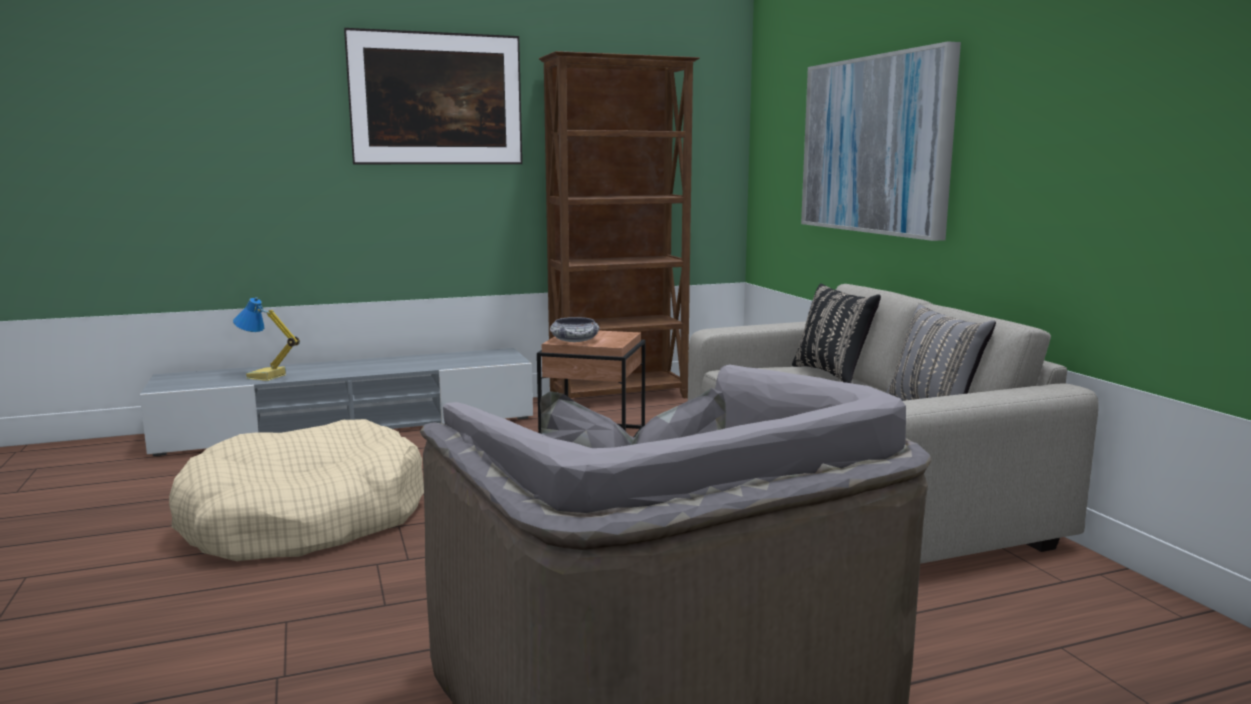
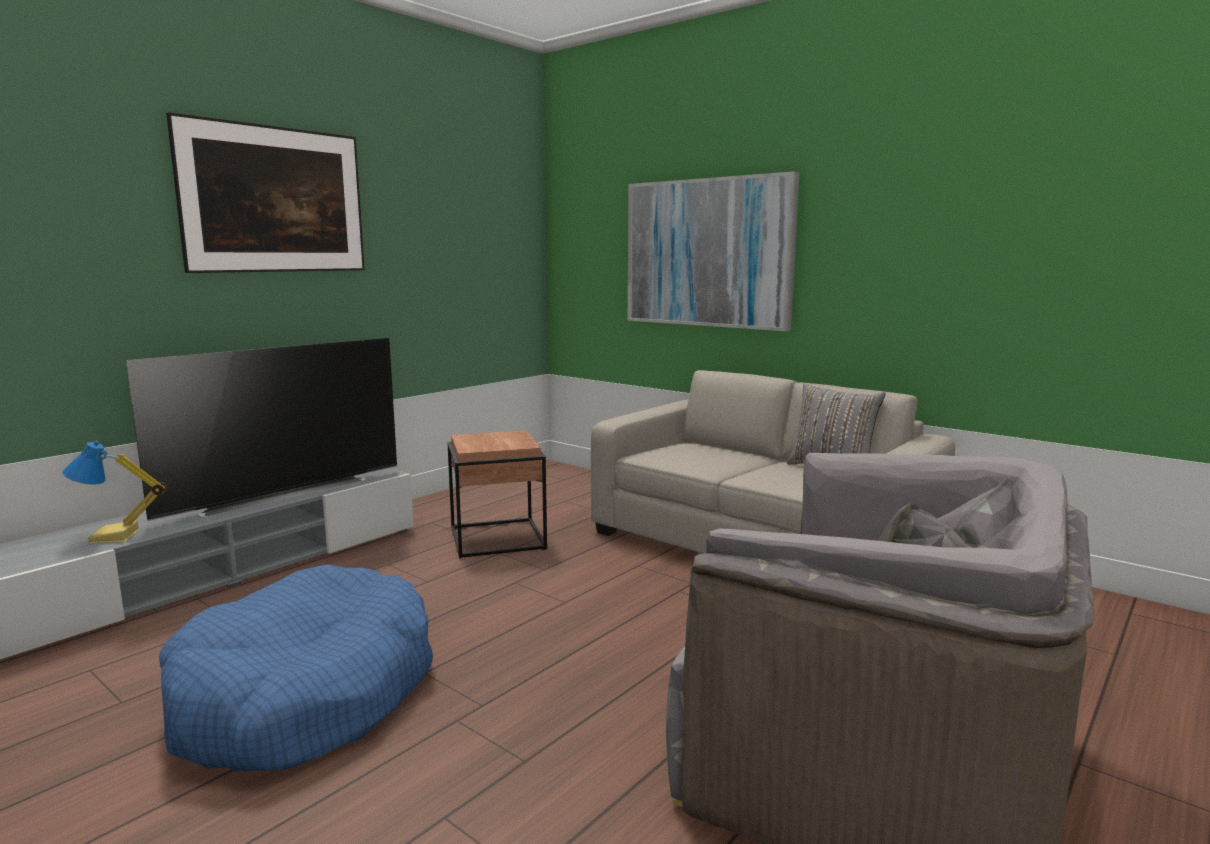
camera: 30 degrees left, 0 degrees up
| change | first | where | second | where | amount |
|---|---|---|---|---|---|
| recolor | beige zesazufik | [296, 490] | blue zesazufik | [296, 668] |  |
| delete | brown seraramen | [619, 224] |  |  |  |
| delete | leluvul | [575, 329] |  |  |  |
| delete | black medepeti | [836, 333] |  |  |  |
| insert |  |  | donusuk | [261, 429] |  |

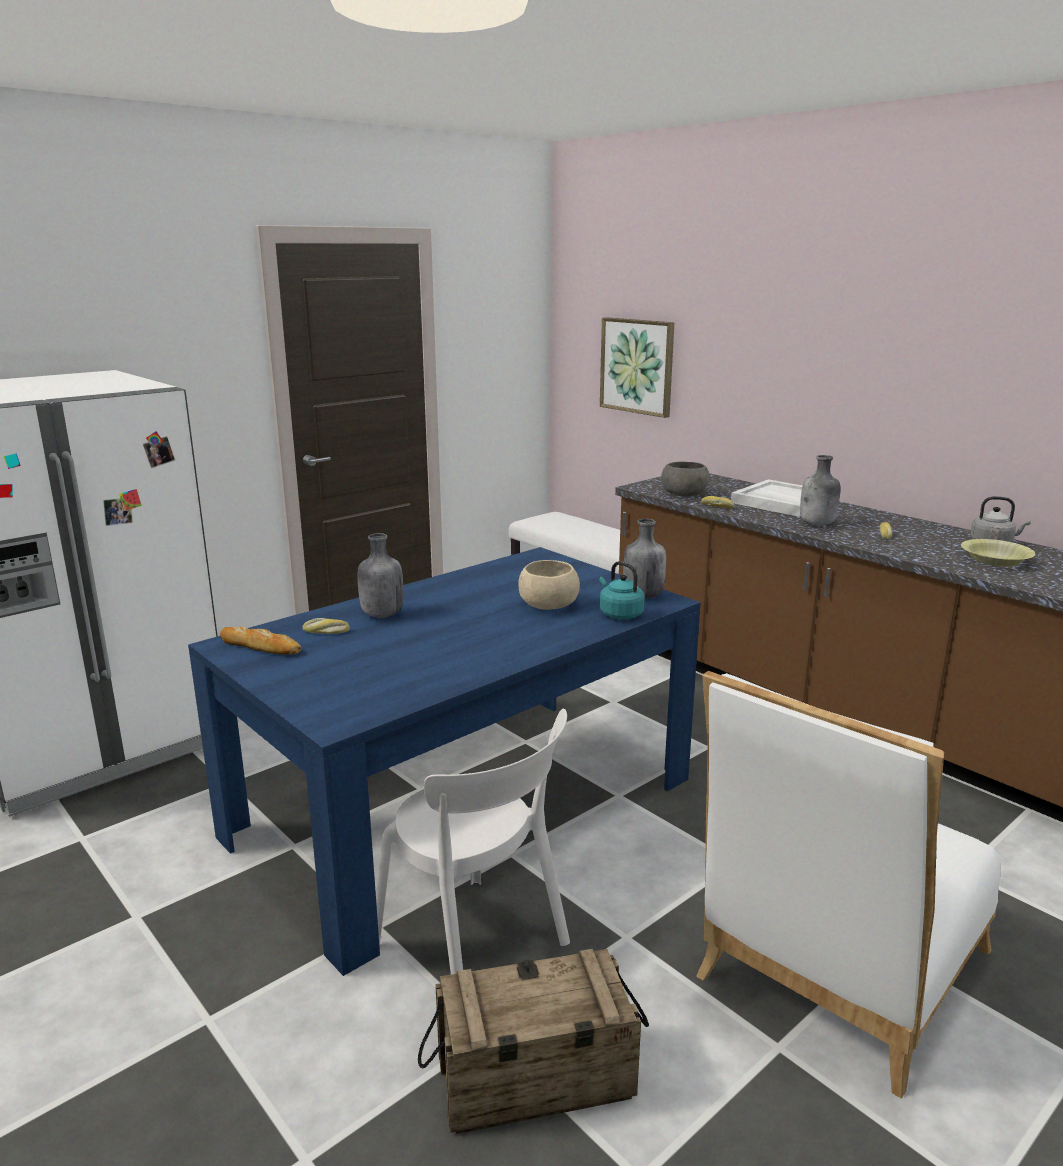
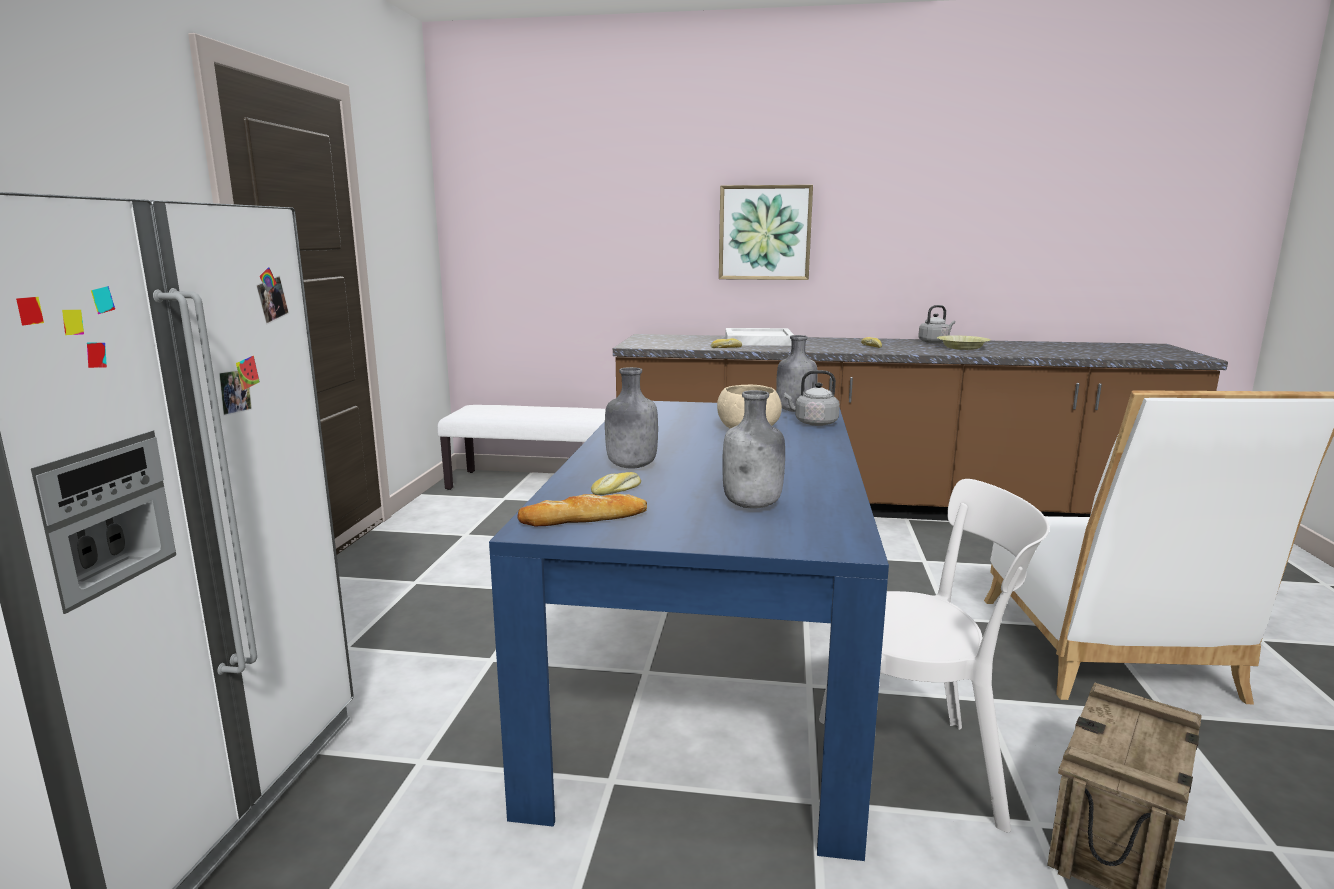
camera: 40 degrees left, 5 degrees down
| change | first | where | second | where | amount |
|---|---|---|---|---|---|
| recolor | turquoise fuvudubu | [622, 590] | grey fuvudubu | [812, 398] |  |
| move | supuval | [637, 367] |  | [766, 232] |  |
| delete | grey leluvul | [685, 479] |  |  |  |
| move | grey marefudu | [820, 490] |  | [753, 449] |  |

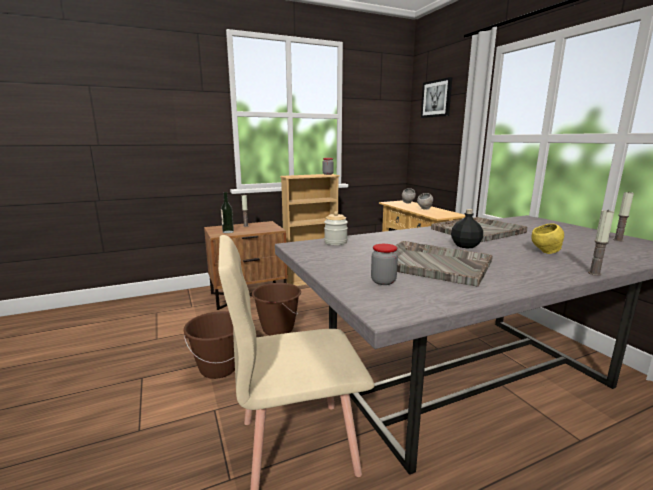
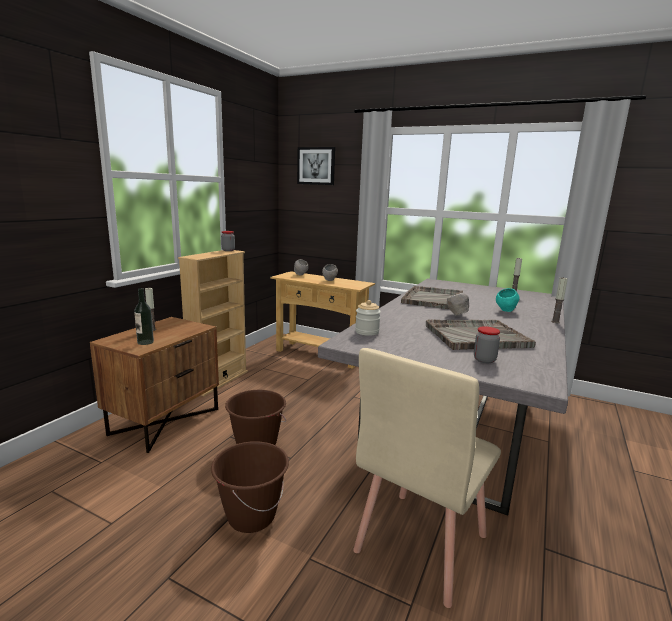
camera: 40 degrees left, 0 degrees up
| change | first | where | second | where | amount |
|---|---|---|---|---|---|
| replace | black marefudu | [467, 228] | grey leluvul | [458, 304] |  |
| recolor | yellow leluvul | [547, 238] | turquoise leluvul | [507, 300] |  |

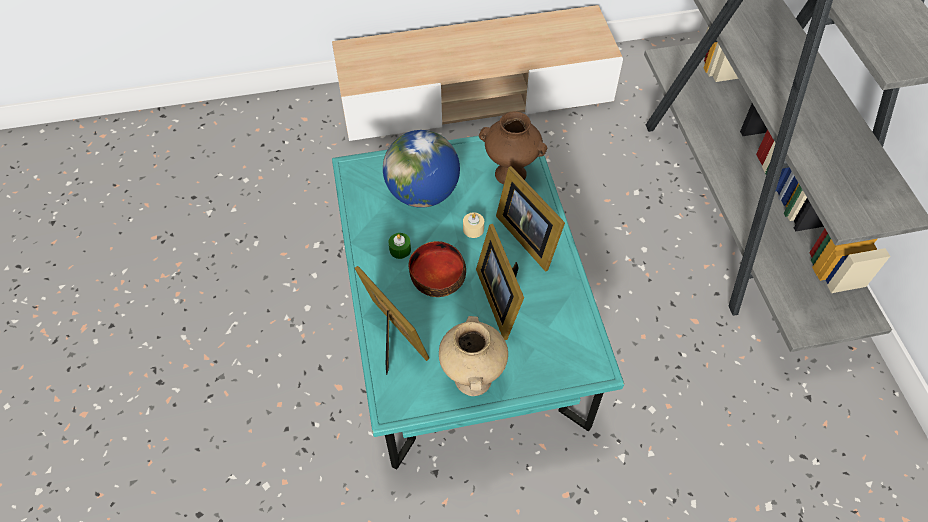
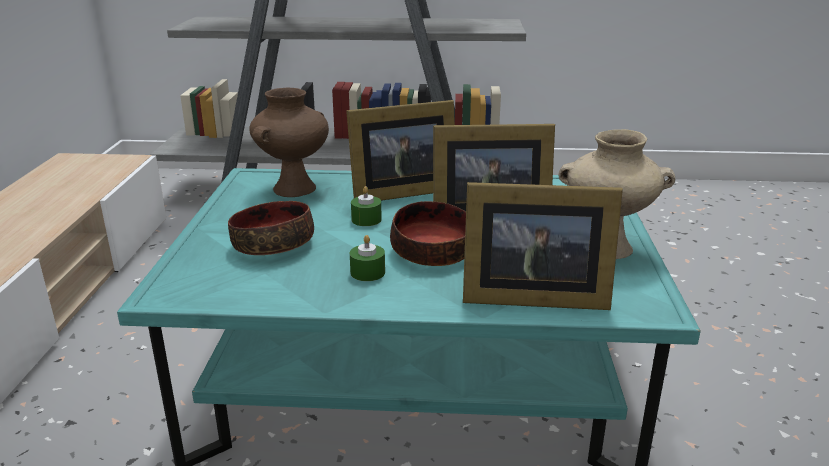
camera: 75 degrees left, 30 degrees down
| change | first | where | second | where | amount |
|---|---|---|---|---|---|
| rotate | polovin | [391, 320] |  | [543, 246] | 150 degrees counterclockwise |
| replace | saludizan | [421, 169] | leluvul | [271, 228] |  |
| recolor | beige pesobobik | [473, 225] | green pesobobik | [366, 206] |  |

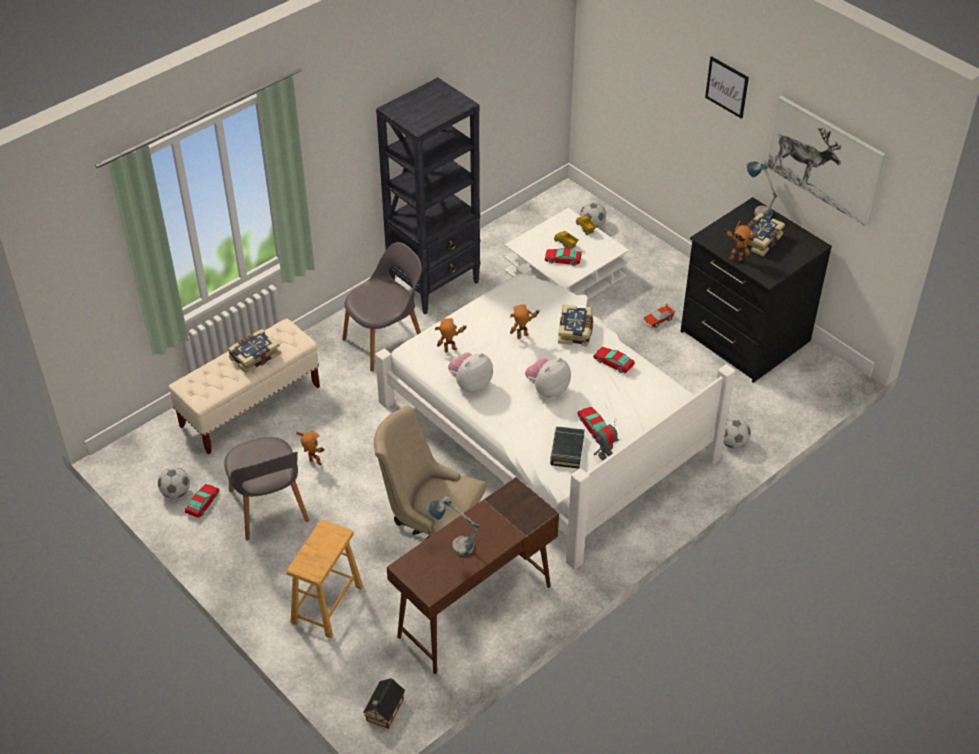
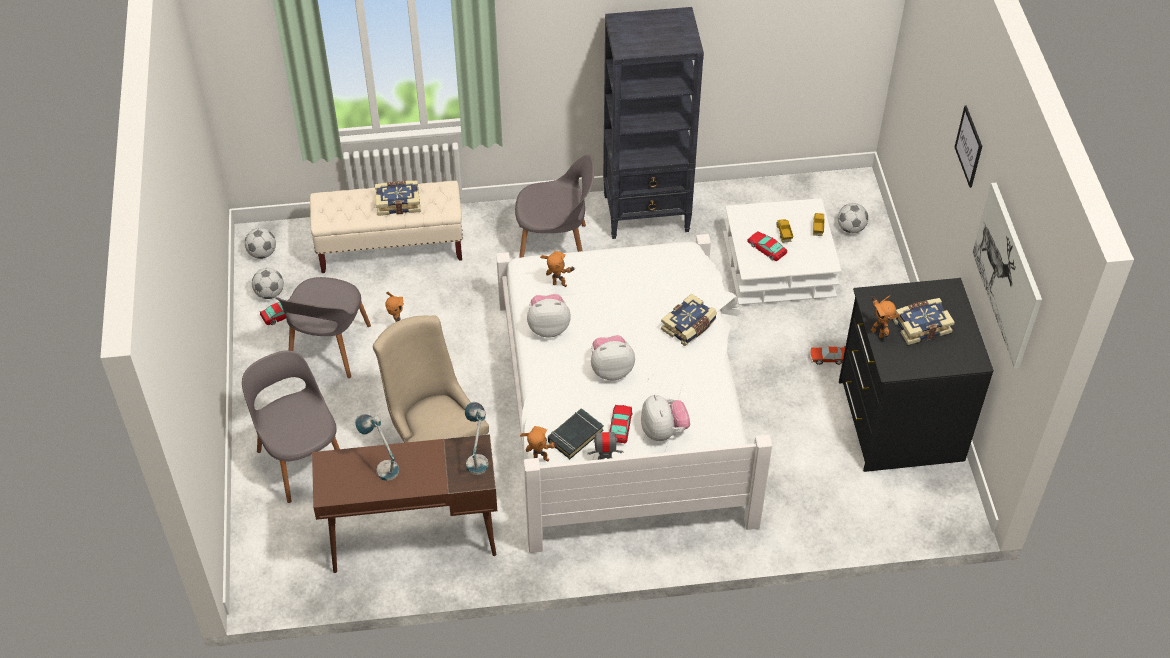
camera: 35 degrees right, 5 degrees up
| change | first | where | second | where | amount |
|---|---|---|---|---|---|
| replace | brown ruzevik | [324, 579] | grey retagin | [291, 426] |  |
| delete | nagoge | [384, 703] |  |  |  |
| move | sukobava | [525, 321] |  | [539, 444] |  |
| delete | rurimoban | [614, 360] |  |  |  |
| move | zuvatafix | [737, 433] |  | [260, 243] |  |
| move | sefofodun | [762, 190] |  | [477, 438] |  |
| insert |  |  | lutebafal | [665, 418] |  |

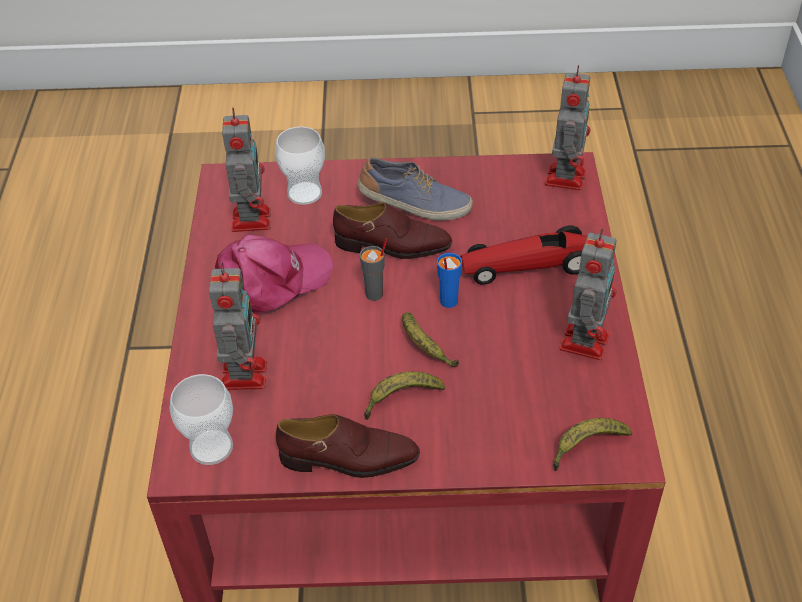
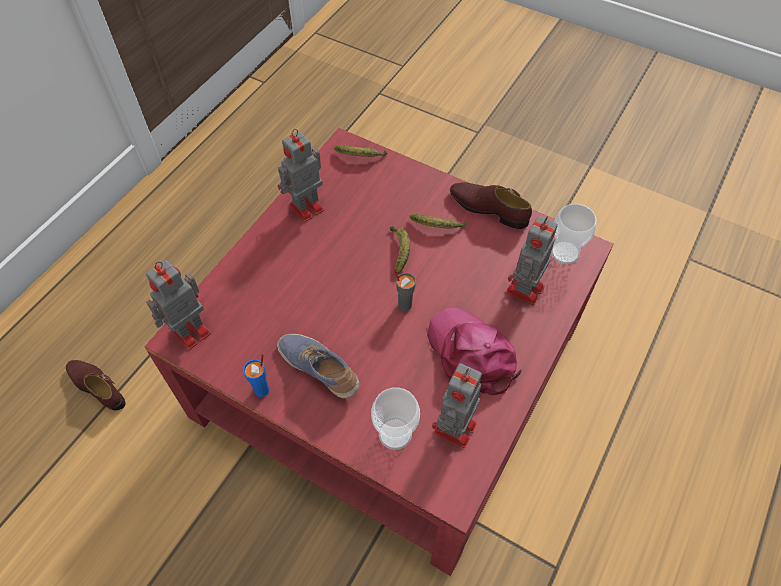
camera: 150 degrees left, 10 degrees up
| change | first | where | second | where | amount |
|---|---|---|---|---|---|
| rotate | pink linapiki | [274, 274] |  | [474, 351] | 60 degrees clockwise |
| move | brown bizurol | [392, 231] |  | [95, 385] |  |
| move | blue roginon | [449, 280] |  | [256, 375] |  |
| delete | rurimoban | [523, 255] |  |  |  |

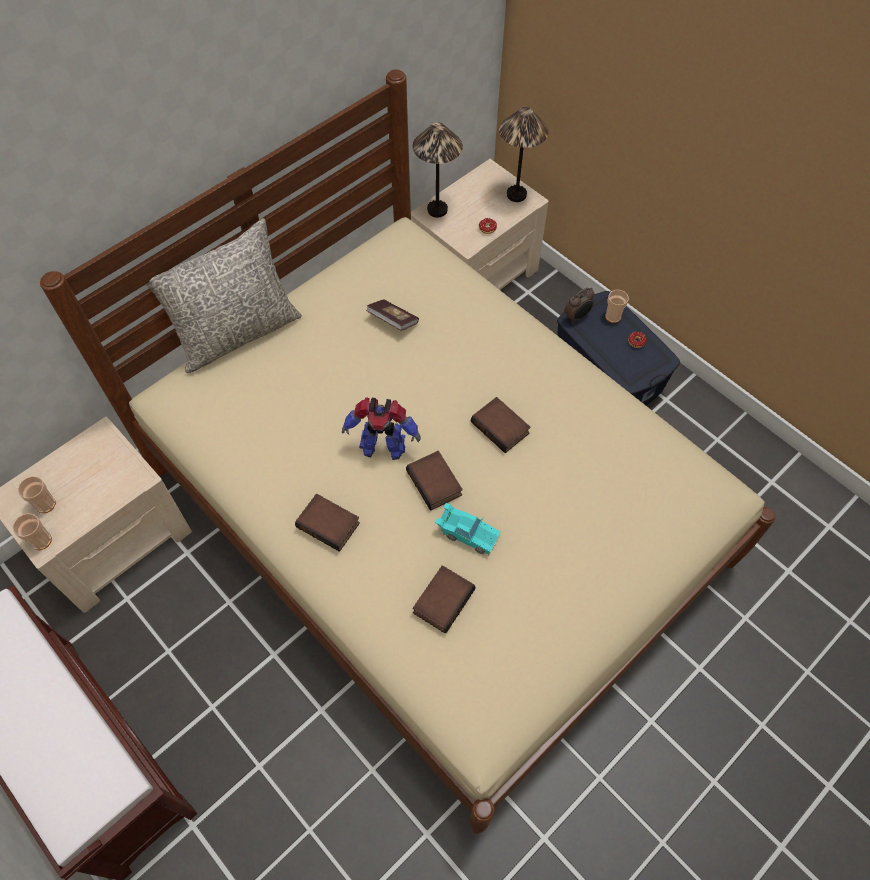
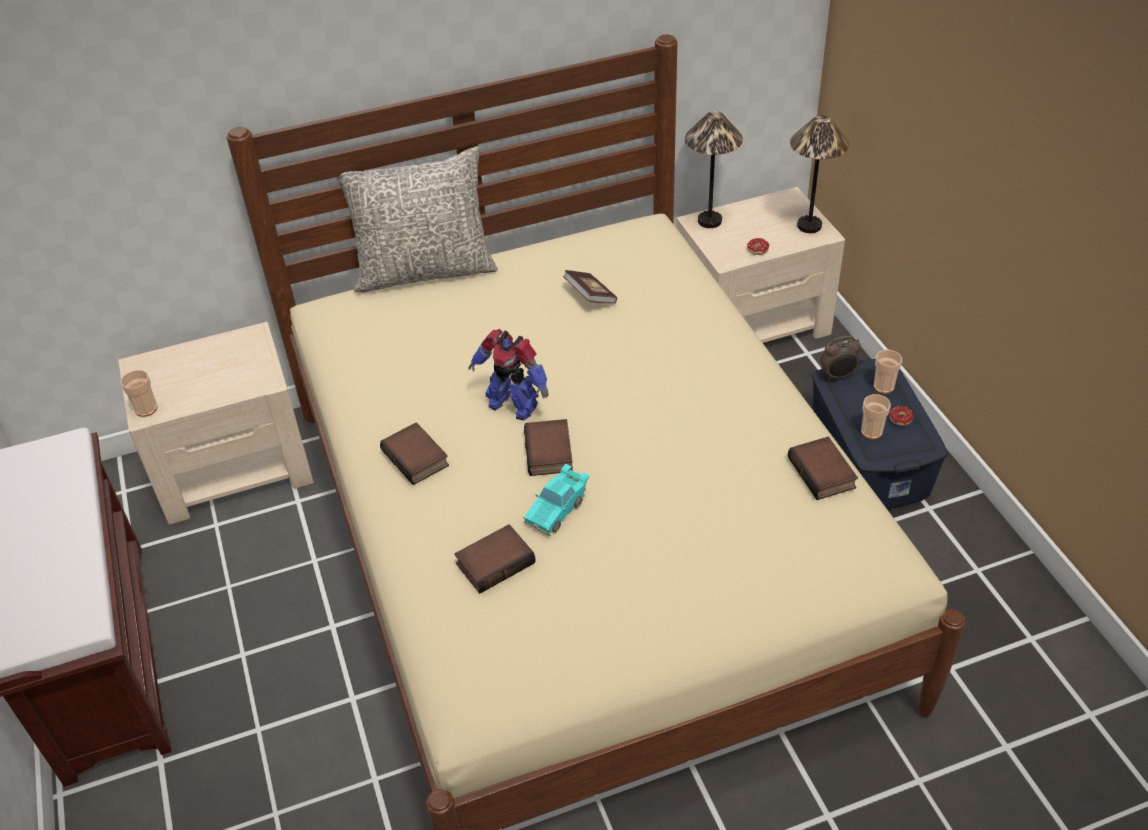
camera: 25 degrees right, 15 degrees down
| change | first | where | second | where | amount |
|---|---|---|---|---|---|
| move | roginon | [37, 494] |  | [876, 416] |  |
| rotate | turquoise rurimoban | [468, 529] |  | [556, 500] | 75 degrees clockwise |
| move | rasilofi | [501, 425] |  | [823, 468] |  |

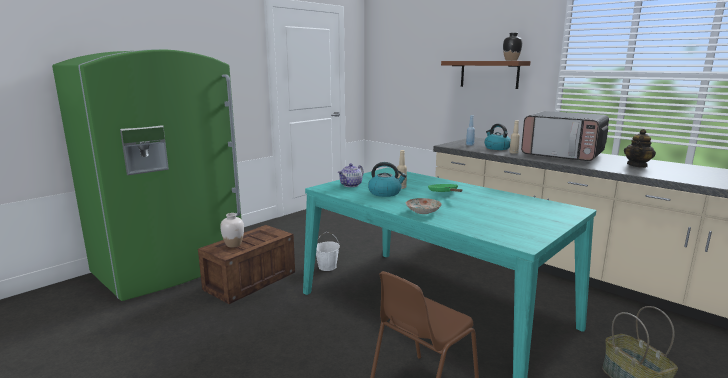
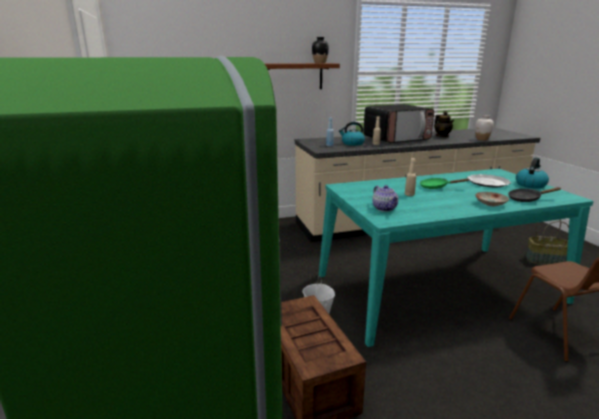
camera: 60 degrees left, 5 degrees up
| change | first | where | second | where | amount |
|---|---|---|---|---|---|
| move | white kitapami | [232, 230] |  | [484, 127] |  |
| move | fuvudubu | [387, 179] |  | [532, 173] |  |
| insert |  |  | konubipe | [489, 180] |  |
| insert |  |  | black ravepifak | [534, 194] |  |

